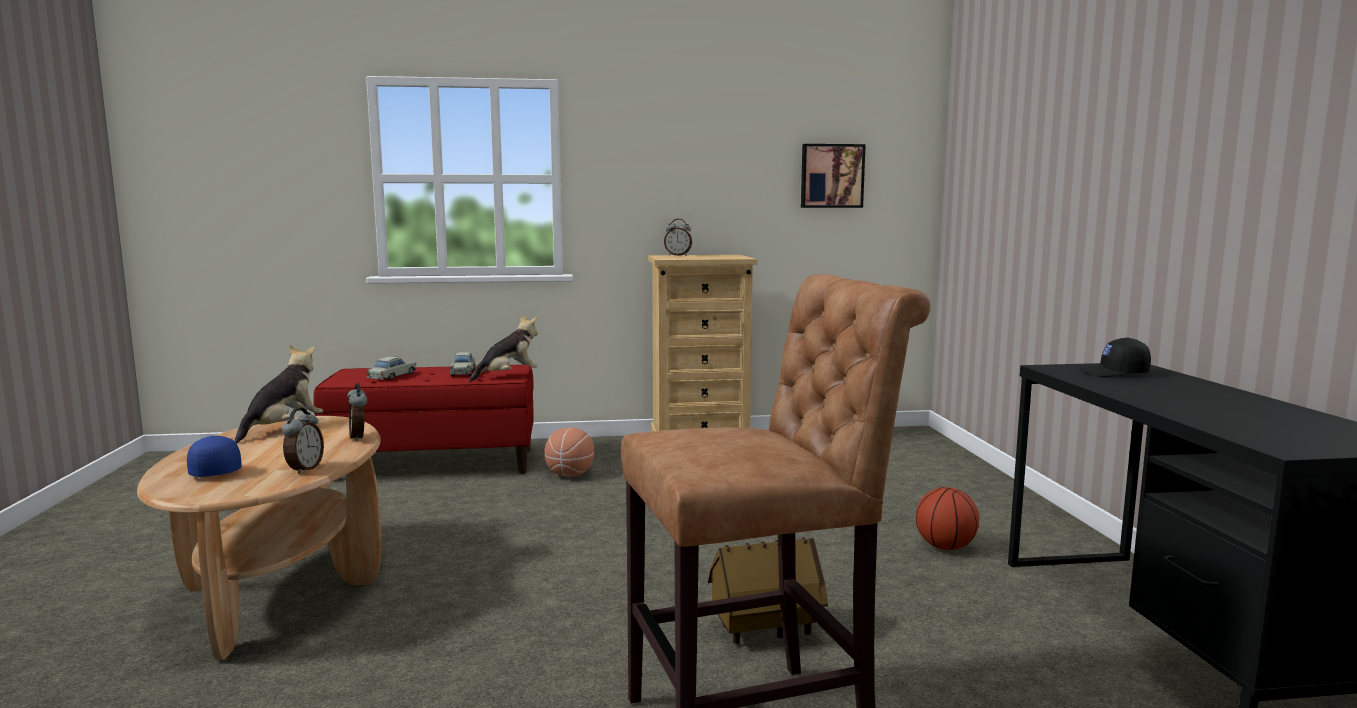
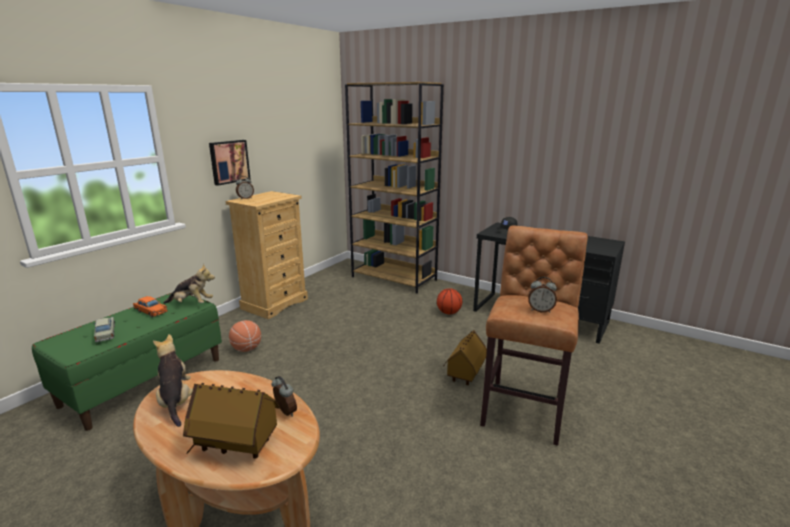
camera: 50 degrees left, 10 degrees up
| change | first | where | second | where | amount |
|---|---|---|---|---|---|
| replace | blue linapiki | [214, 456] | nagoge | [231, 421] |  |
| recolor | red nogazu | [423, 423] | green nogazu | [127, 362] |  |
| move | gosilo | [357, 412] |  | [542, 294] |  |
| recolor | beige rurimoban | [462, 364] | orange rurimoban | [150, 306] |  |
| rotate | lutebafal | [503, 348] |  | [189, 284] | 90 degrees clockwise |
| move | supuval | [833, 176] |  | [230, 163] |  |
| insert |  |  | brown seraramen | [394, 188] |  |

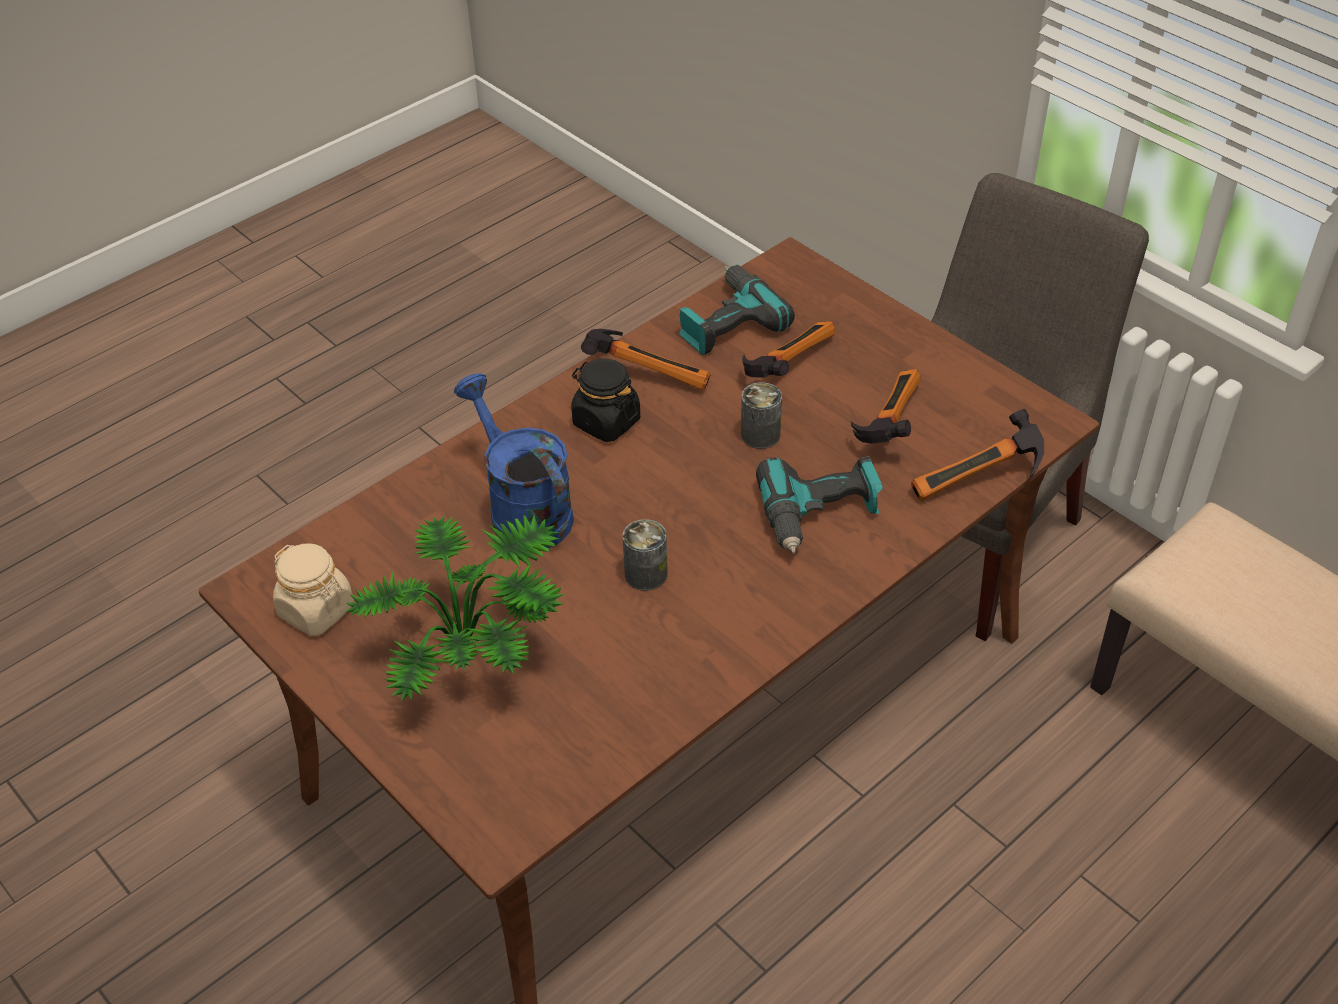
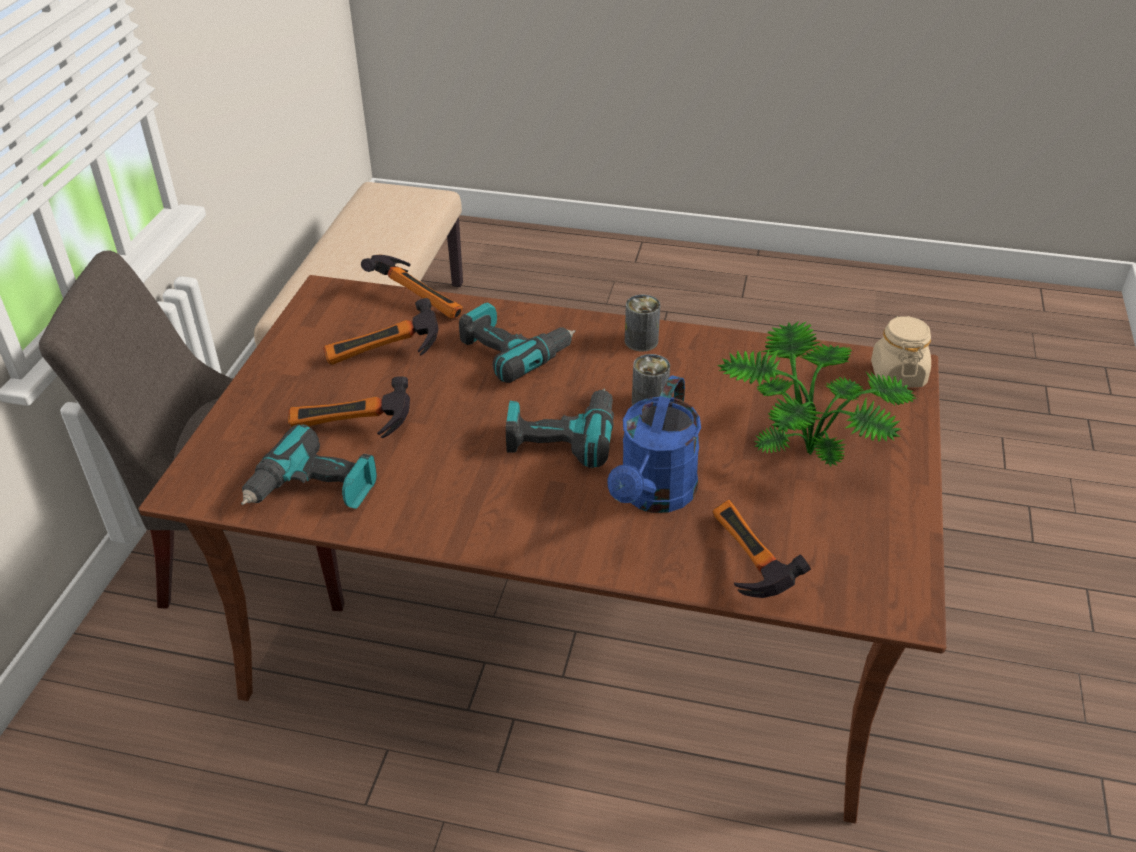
camera: 125 degrees left, 5 degrees down
| change | first | where | second | where | amount |
|---|---|---|---|---|---|
| move | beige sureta | [313, 590] |  | [901, 352] |  |
| delete | black sureta | [605, 400] |  |  |  |
| move | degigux | [646, 359] |  | [761, 549] |  |
| move | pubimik | [761, 415] |  | [642, 323] |  |
| insert |  |  | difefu | [560, 428] |  |

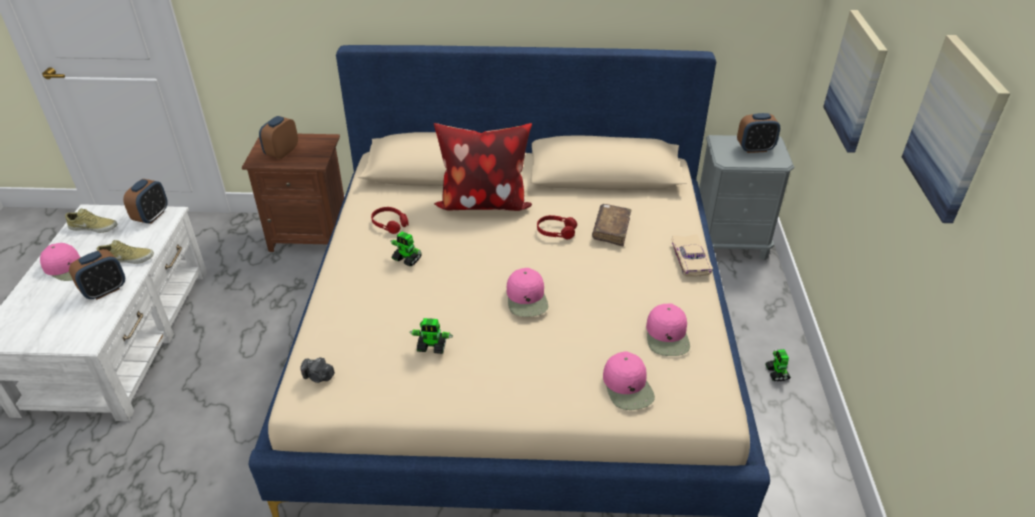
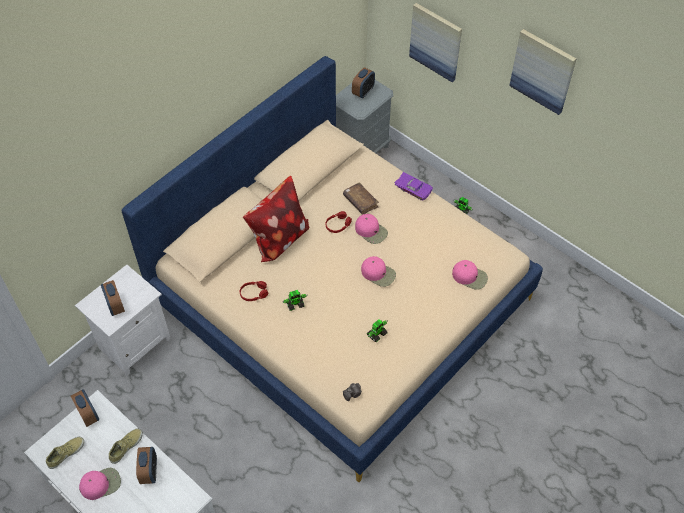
camera: 50 degrees left, 15 degrees up
| change | first | where | second | where | amount |
|---|---|---|---|---|---|
| recolor | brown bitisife | [293, 193] | white bitisife | [123, 320] |  |
| move | pink linapiki | [668, 329] |  | [371, 229] |  |
| recolor | beige rurimoban | [692, 255] | purple rurimoban | [413, 186] |  |

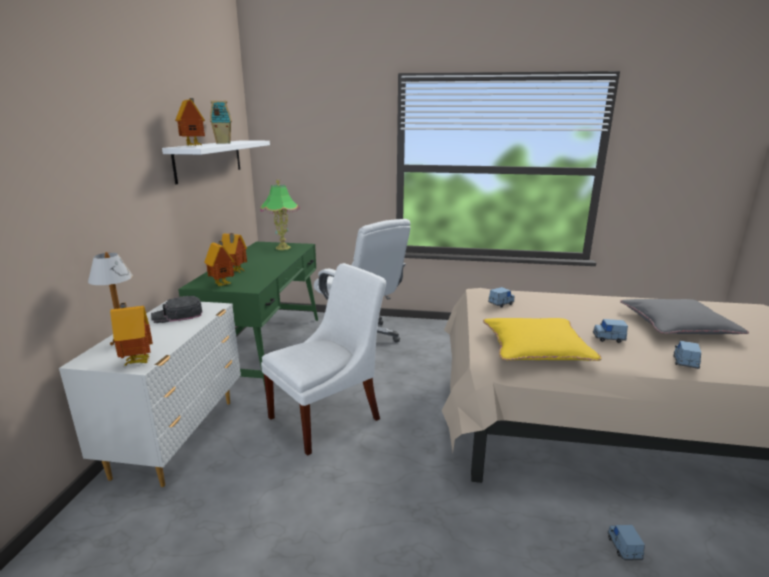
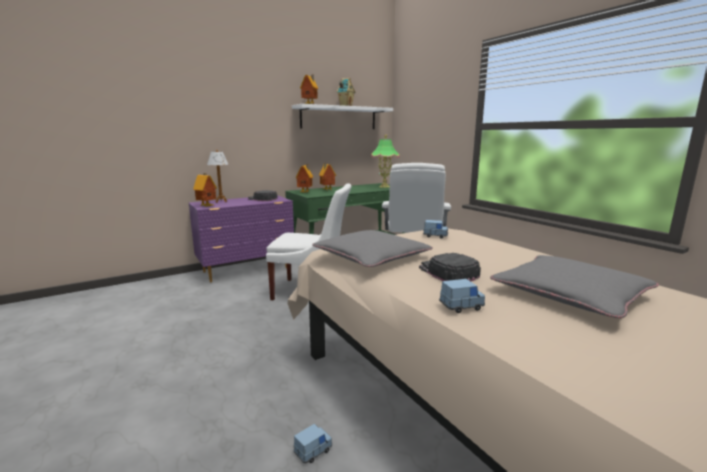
camera: 50 degrees right, 5 degrees down
| change | first | where | second | where | amount |
|---|---|---|---|---|---|
| recolor | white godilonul | [150, 394] | purple godilonul | [241, 238] |  |
| recolor | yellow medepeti | [542, 339] | grey medepeti | [372, 248] |  |
| replace | blue rurimoban | [610, 331] | black linapiki | [450, 267] |  |

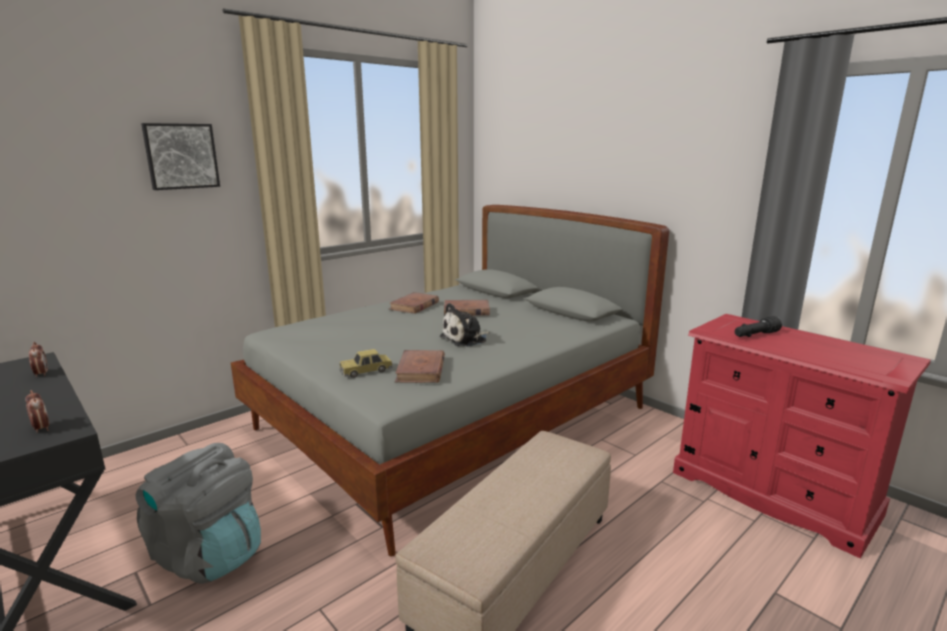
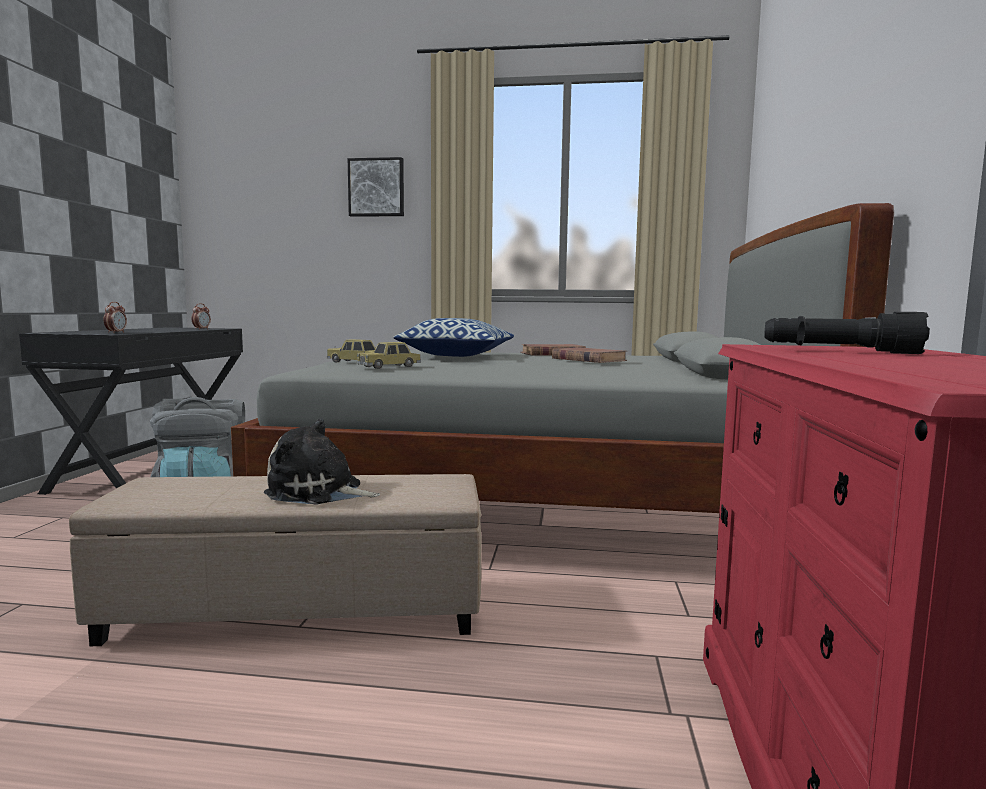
camera: 50 degrees right, 10 degrees down
| change | first | where | second | where | amount |
|---|---|---|---|---|---|
| replace | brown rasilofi | [420, 366] | rurimoban | [389, 355] |  |
| move | lutebafal | [465, 325] |  | [321, 461] |  |
| insert |  |  | medepeti | [454, 337] |  |

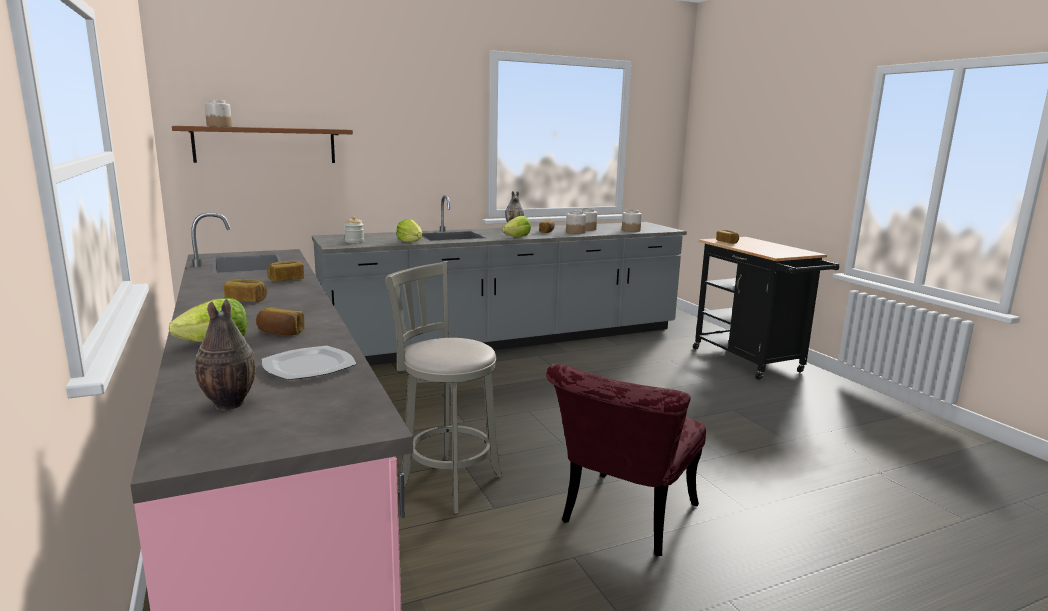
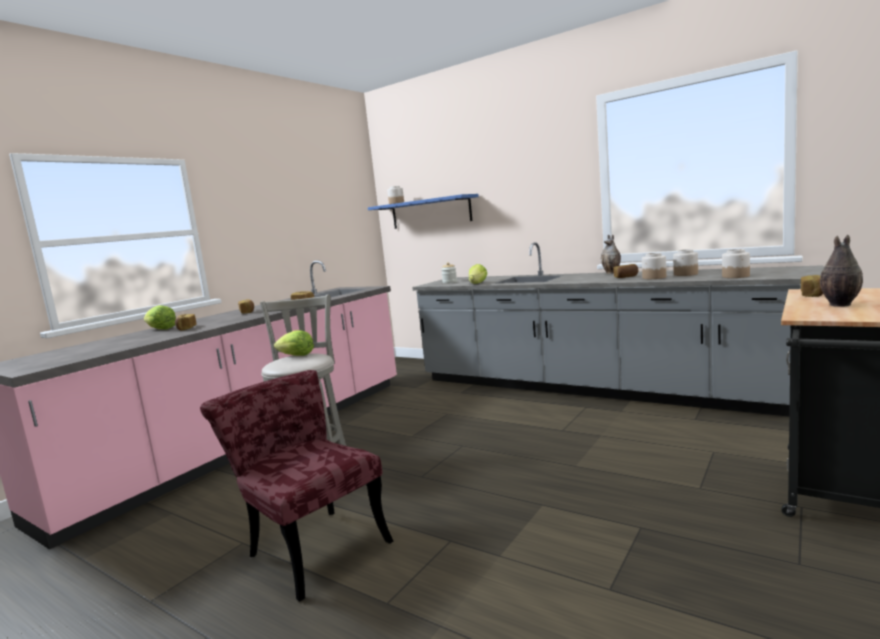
camera: 60 degrees right, 5 degrees down
| change | first | where | second | where | amount |
|---|---|---|---|---|---|
| recolor | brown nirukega | [262, 144] | blue nirukega | [423, 211] |  |
| move | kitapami | [225, 355] |  | [841, 271] |  |
| delete | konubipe | [309, 363] |  |  |  |
| move | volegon | [516, 226] |  | [294, 343] |  |
| rotate | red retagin | [626, 460] |  | [296, 486] | 45 degrees clockwise |

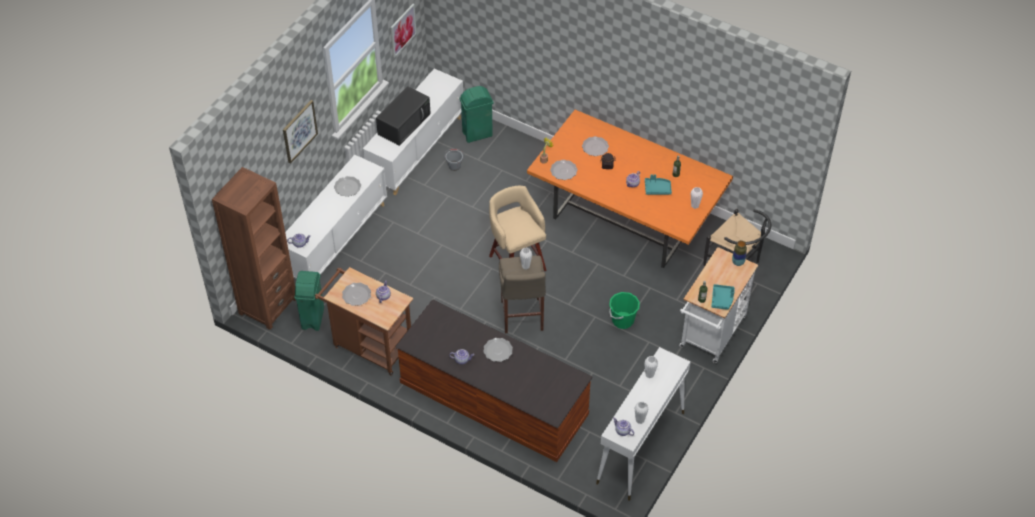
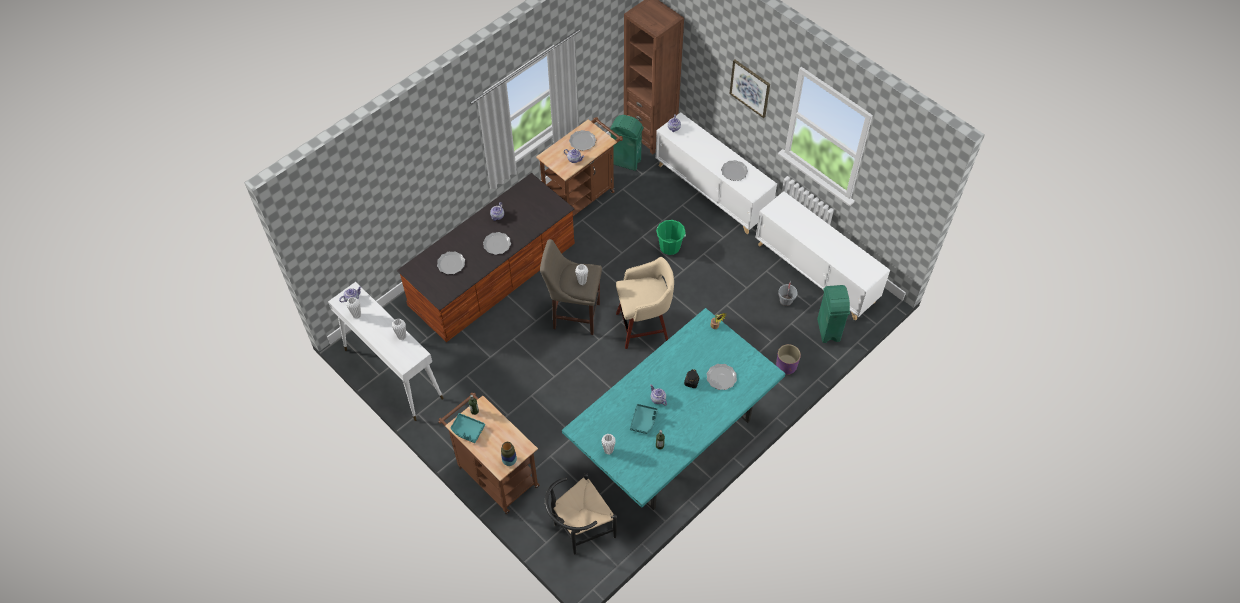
camera: 105 degrees right, 5 degrees up
| change | first | where | second | where | amount |
|---|---|---|---|---|---|
| delete | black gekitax | [403, 116] |  |  |  |
| delete | supuval | [404, 30] |  |  |  |
| recolor | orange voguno | [630, 189] | turquoise voguno | [673, 409] |  |
| move | konubipe | [564, 170] |  | [451, 263] |  |
| move | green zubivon | [624, 310] |  | [671, 237] |  |
| recolor | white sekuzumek | [718, 305] | brown sekuzumek | [488, 453] |  |
| insert |  |  | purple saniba | [788, 359] |  |

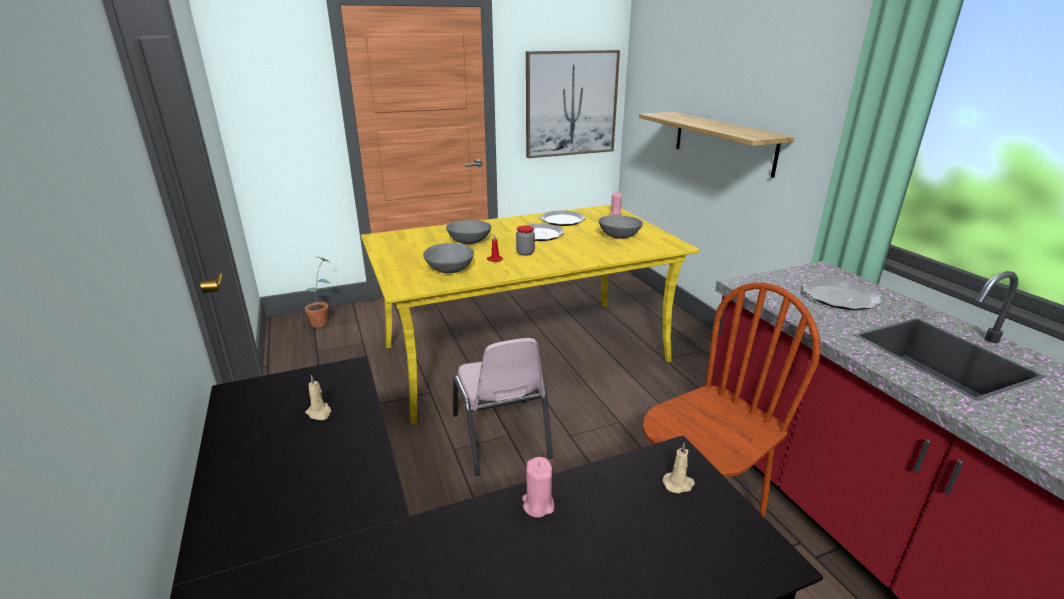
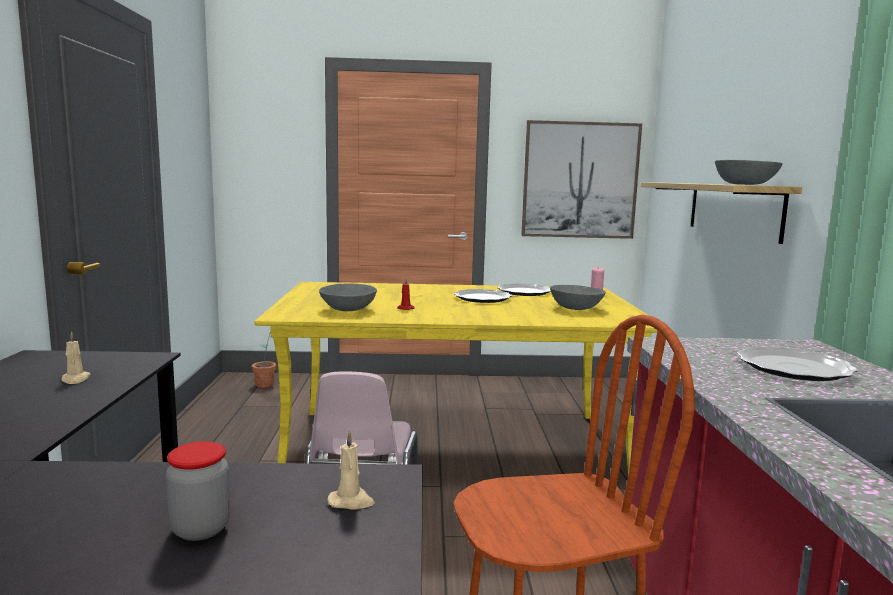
camera: 20 degrees right, 15 degrees down
| change | first | where | second | where | amount |
|---|---|---|---|---|---|
| move | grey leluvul | [468, 232] |  | [749, 172] |  |
| move | sureta | [525, 240] |  | [198, 491] |  |
| delete | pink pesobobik | [538, 487] |  |  |  |

